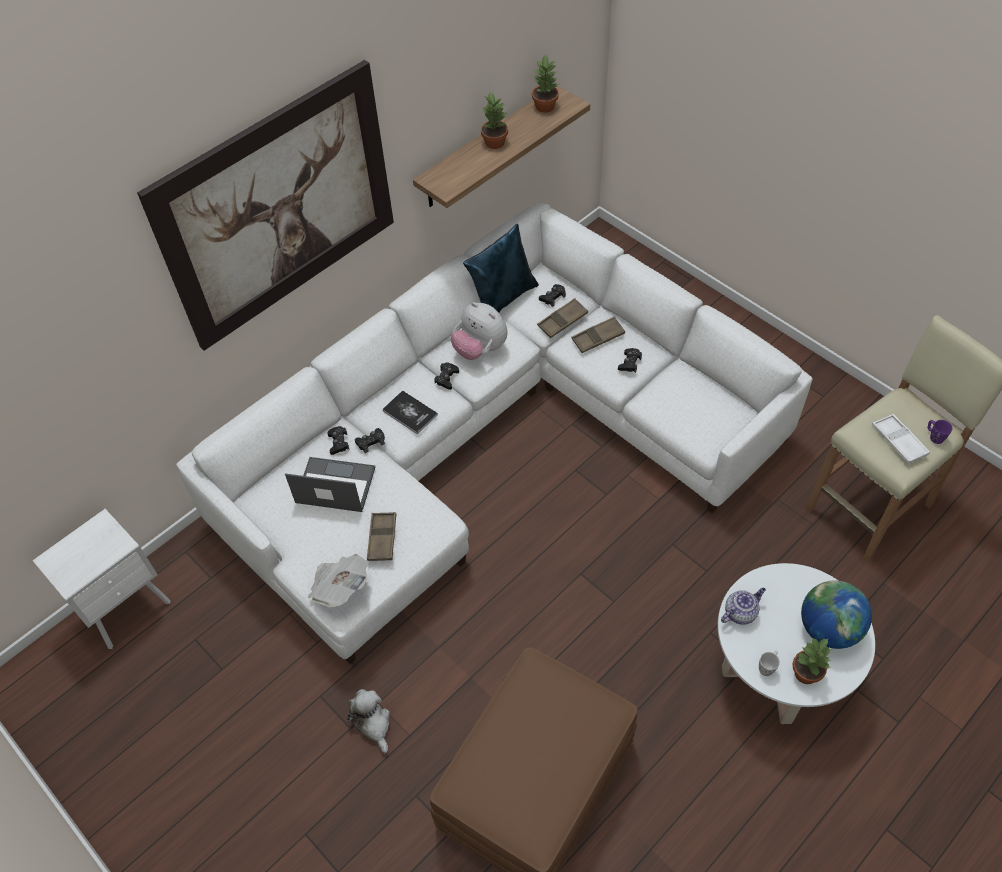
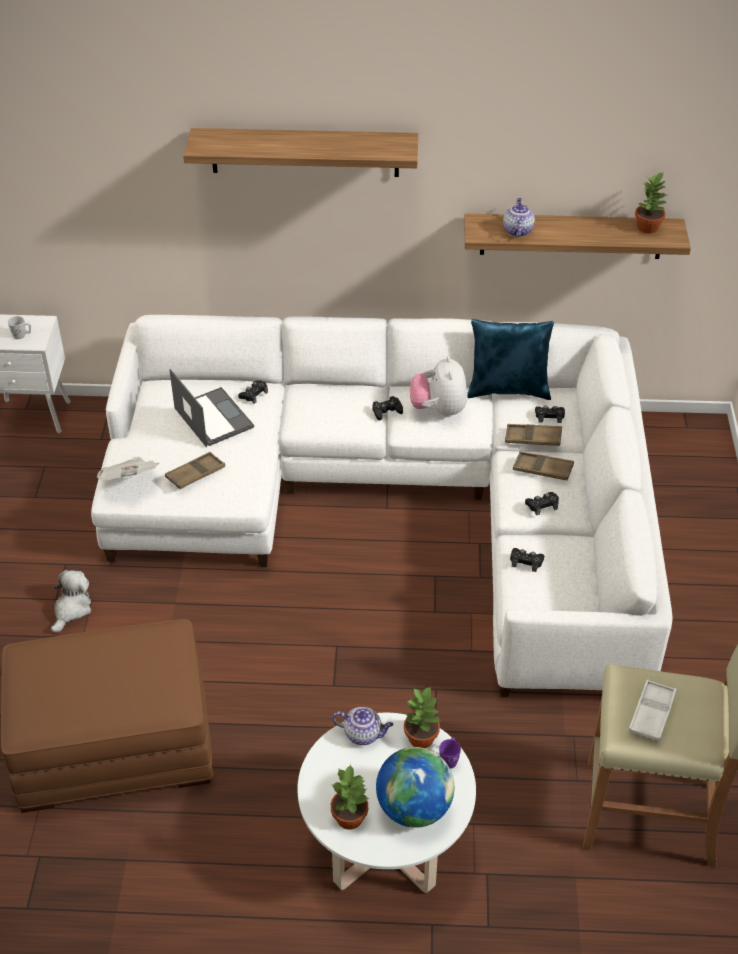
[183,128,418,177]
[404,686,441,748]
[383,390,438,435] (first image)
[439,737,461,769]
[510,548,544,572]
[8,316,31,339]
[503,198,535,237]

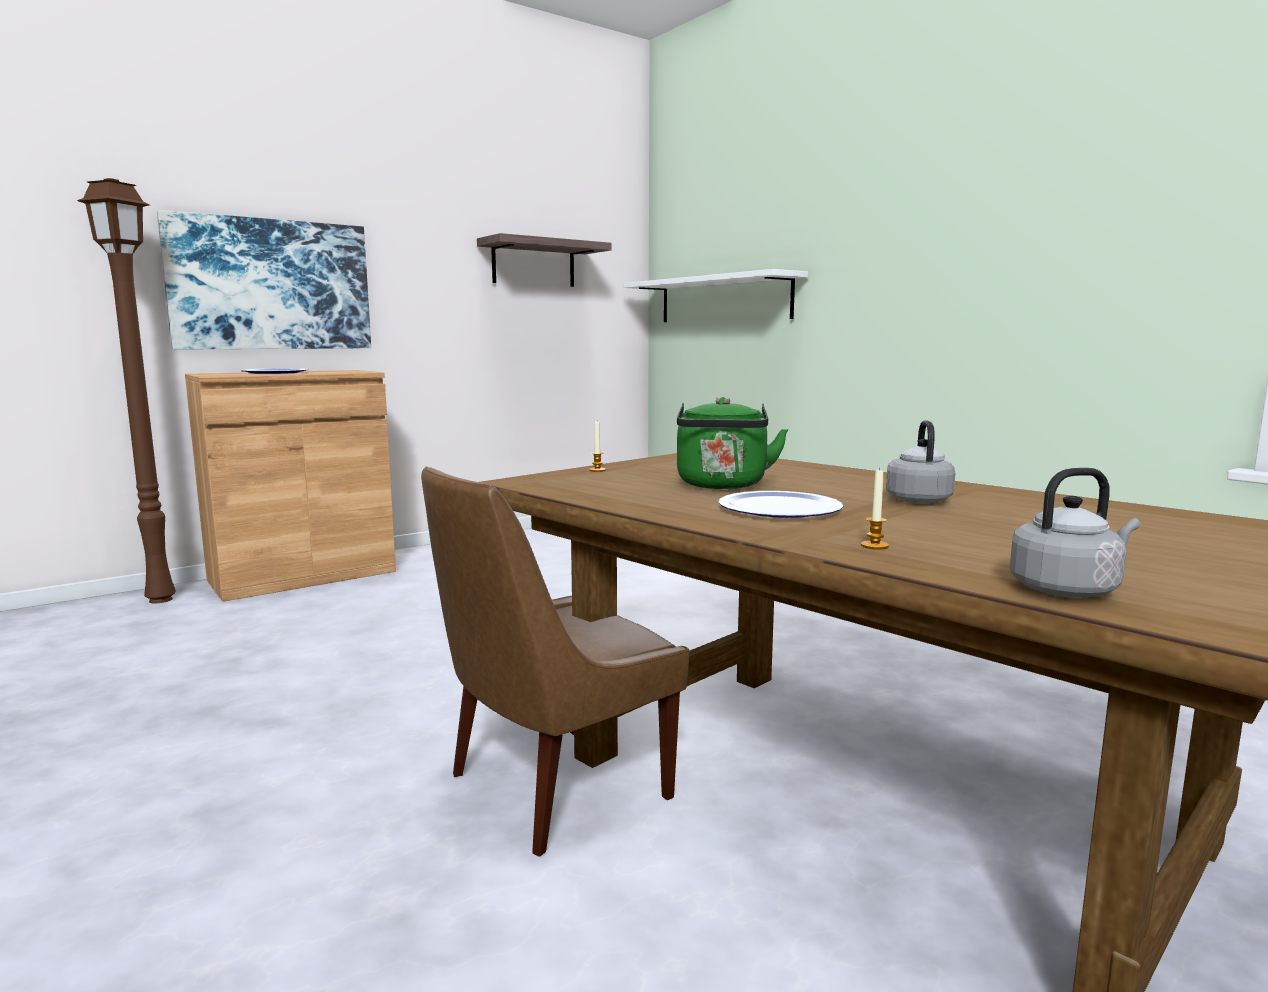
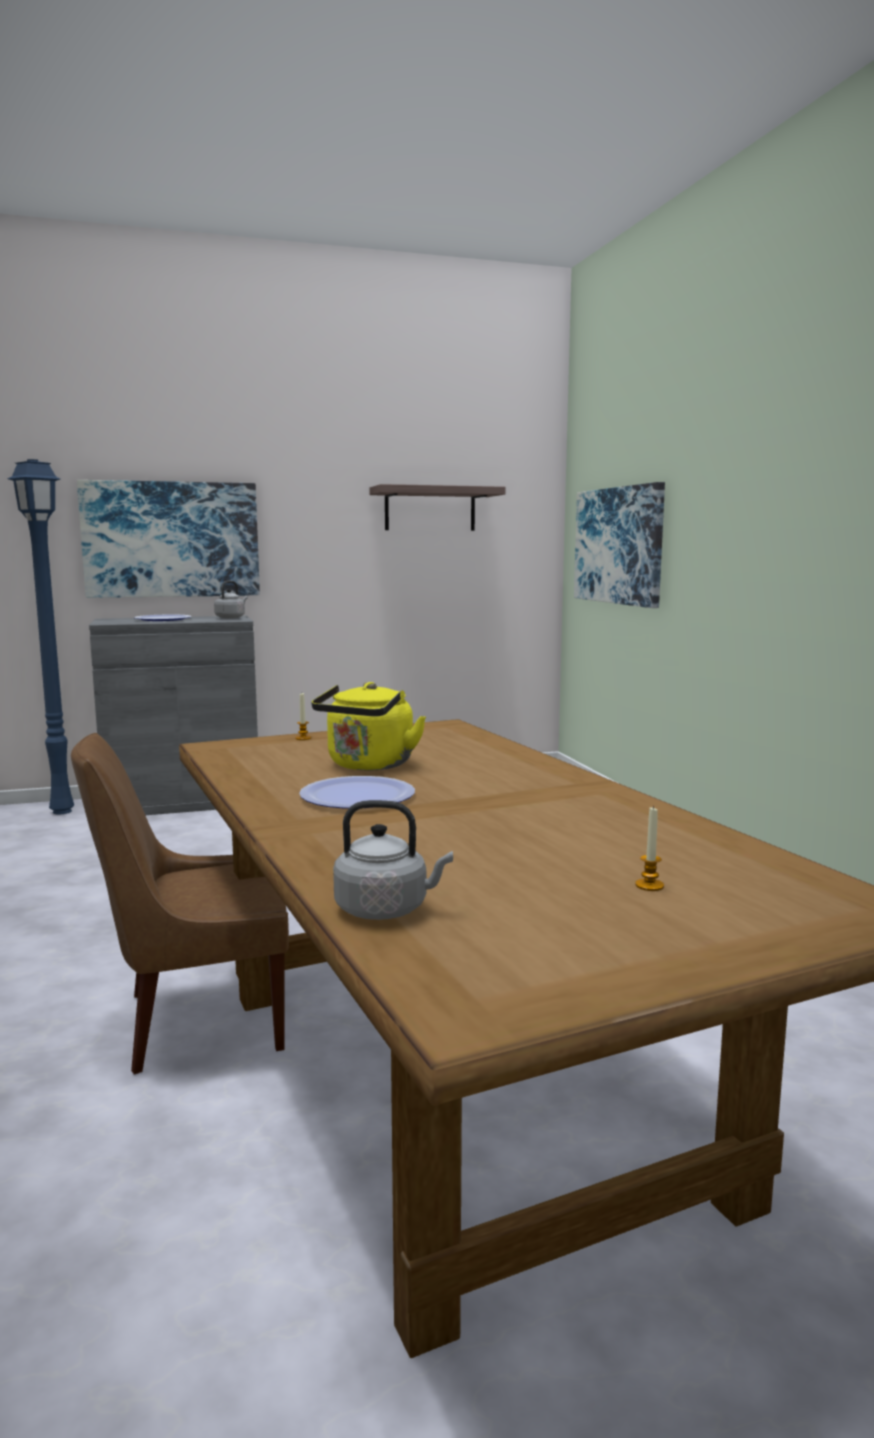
[8,459,74,815]
[574,482,665,608]
[89,615,258,815]
[312,682,426,771]
[214,581,248,619]
[635,806,664,891]

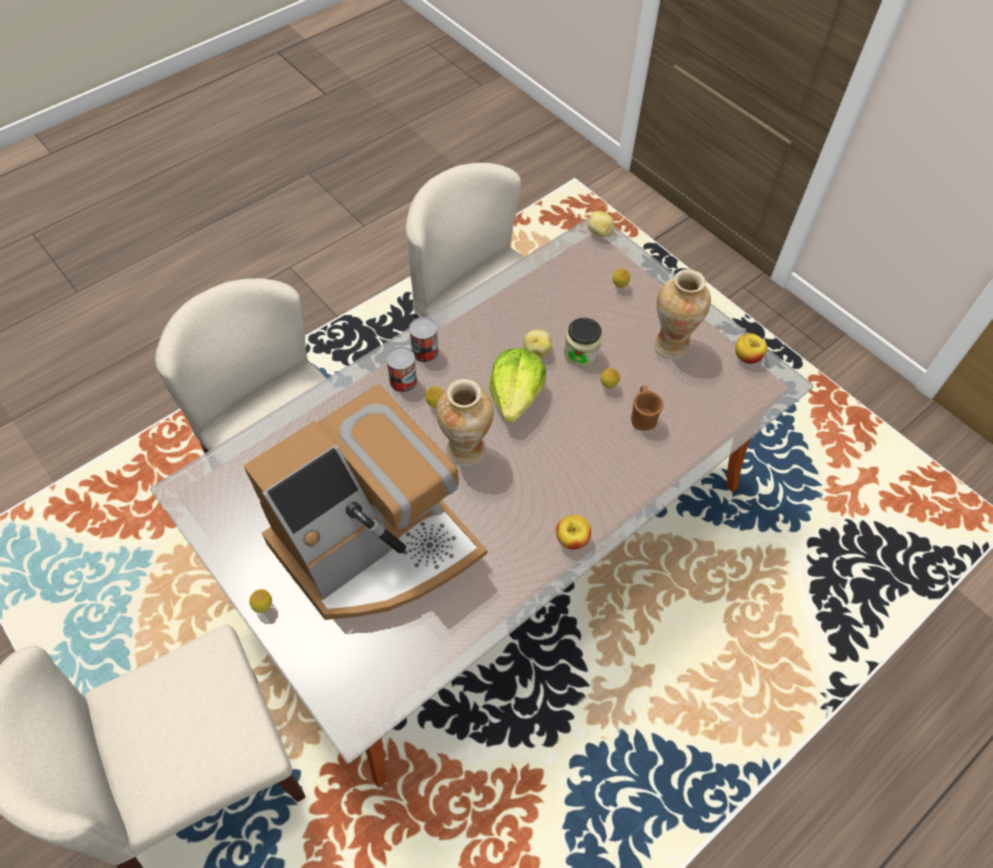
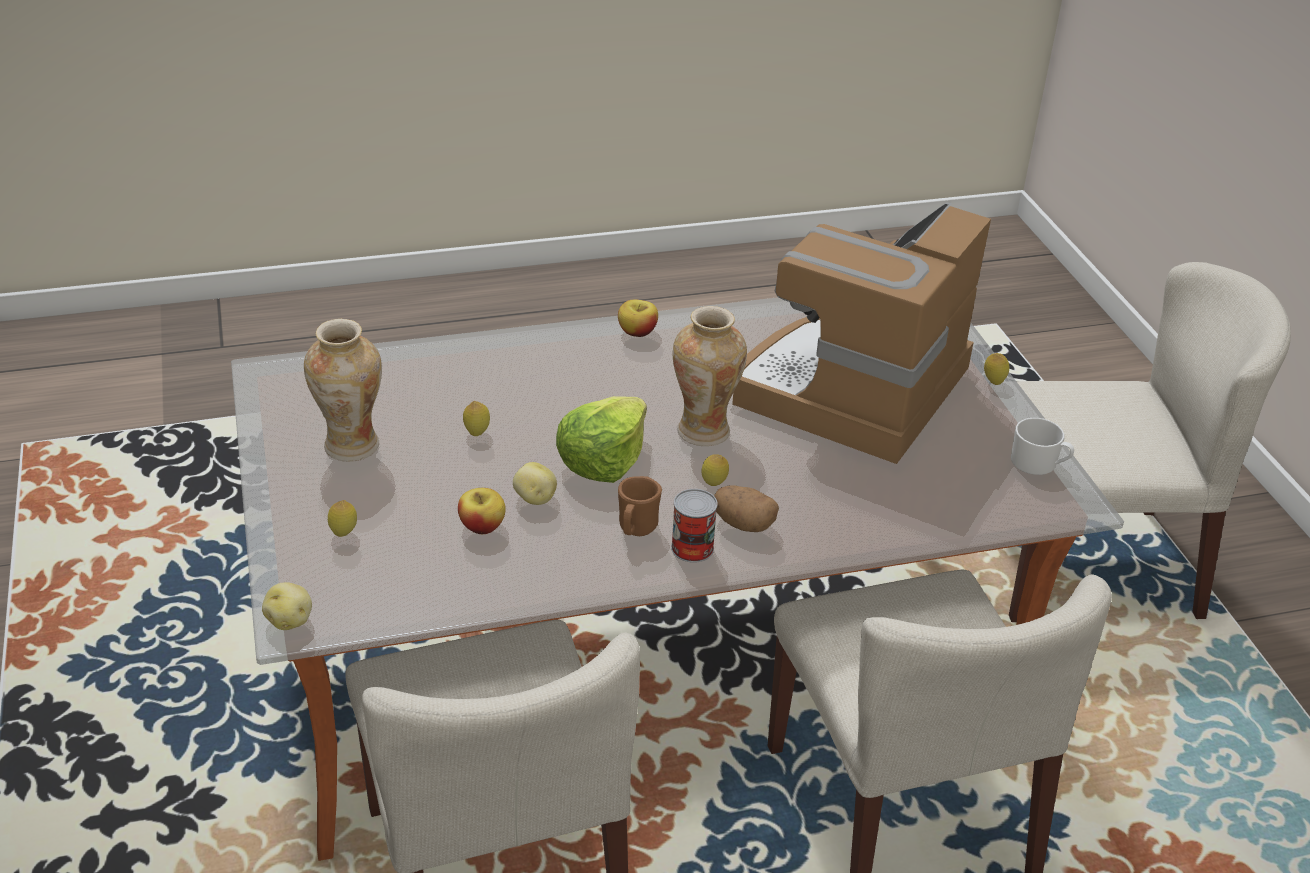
[564,318,602,367] (first image)
[458,488,506,534]
[714,485,779,532]
[732,202,991,464]
[618,476,662,536]
[1011,418,1074,475]

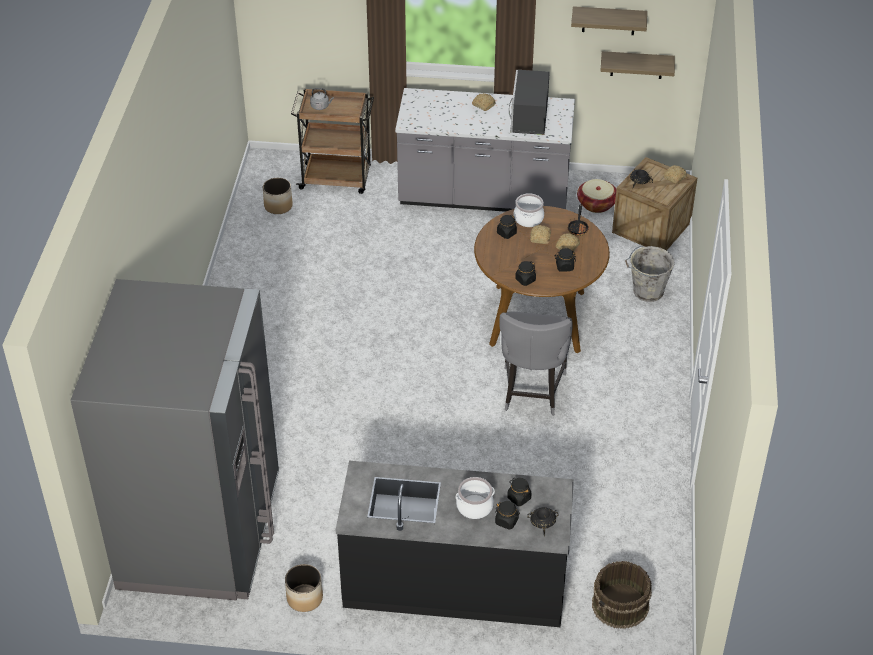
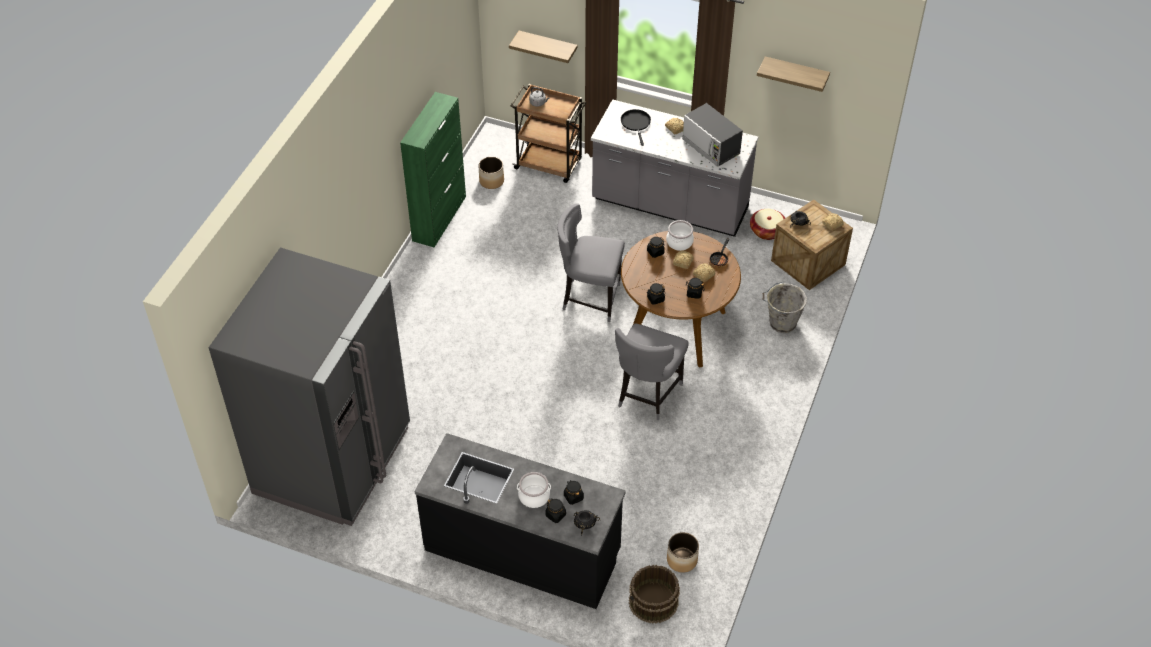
[509,31,578,63]
[682,103,743,167]
[667,532,699,573]
[400,92,466,247]
[621,109,651,146]
[557,203,625,322]

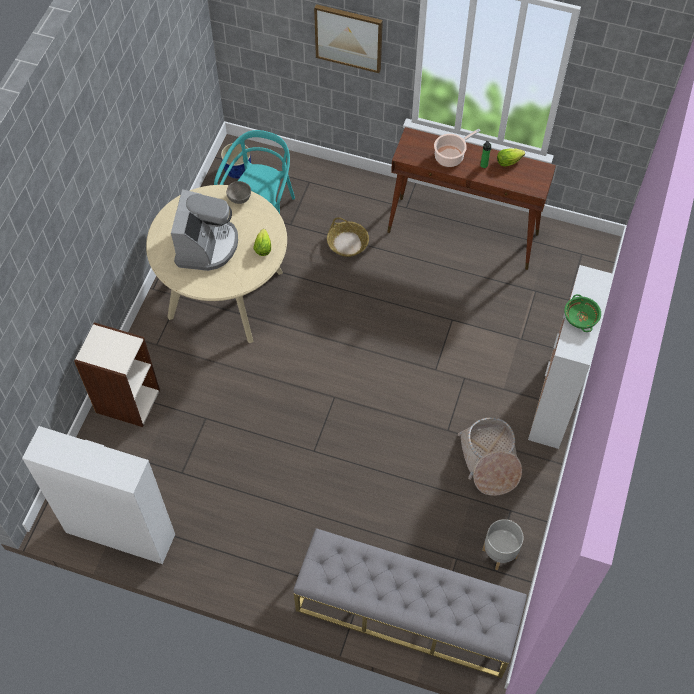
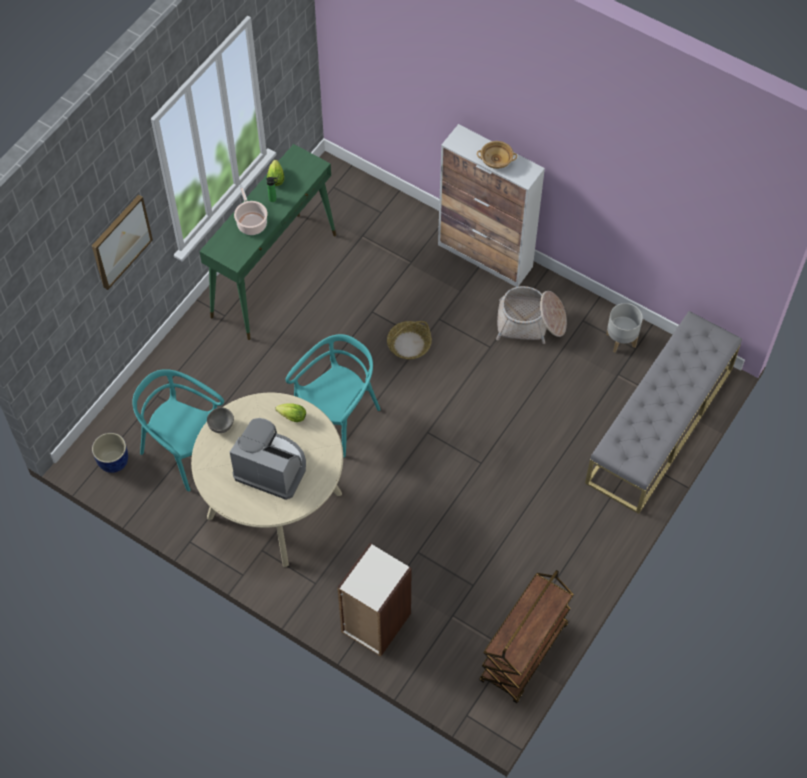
[199,144,336,340]
[387,321,432,359]
[477,141,517,169]
[479,570,574,703]
[286,334,381,458]

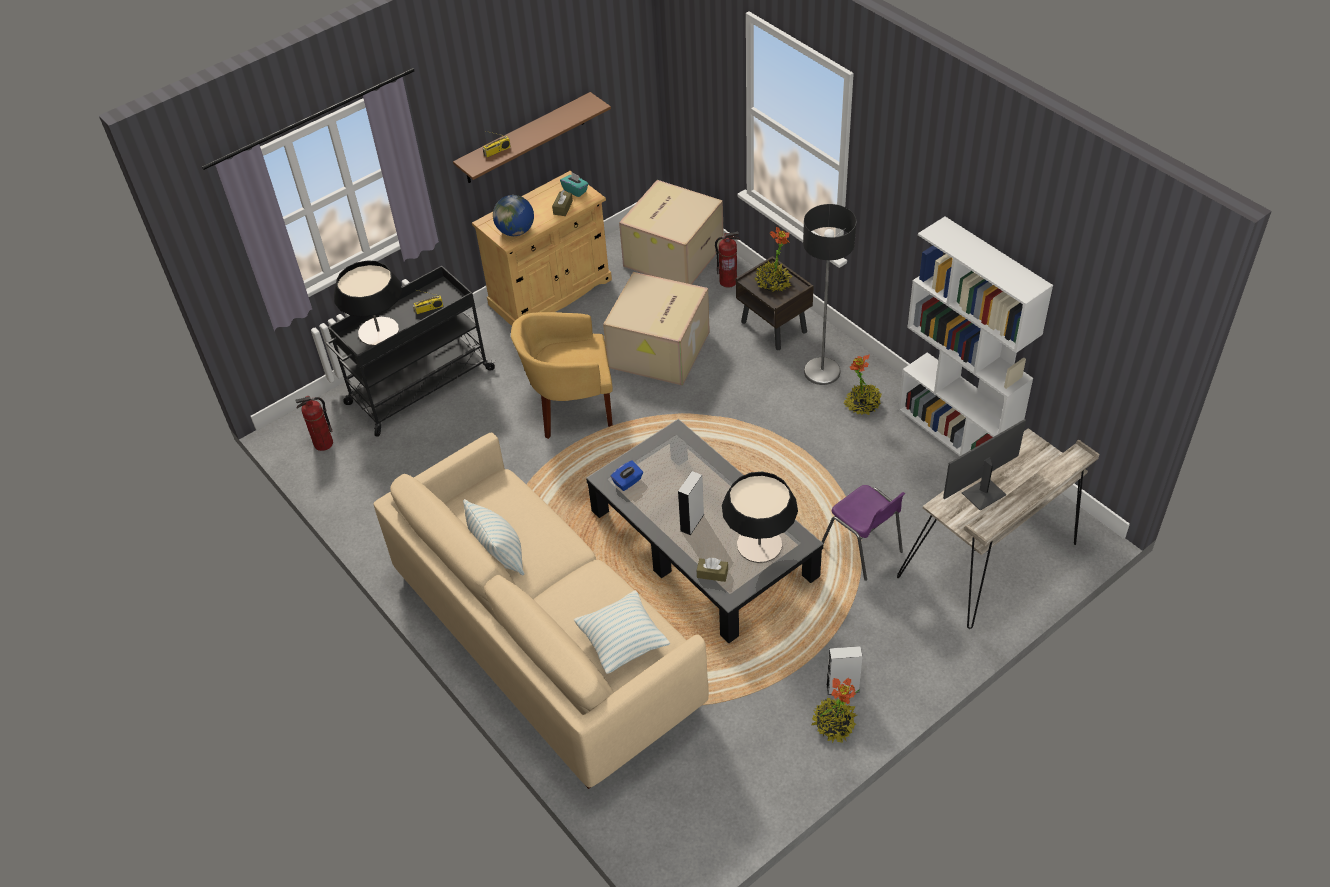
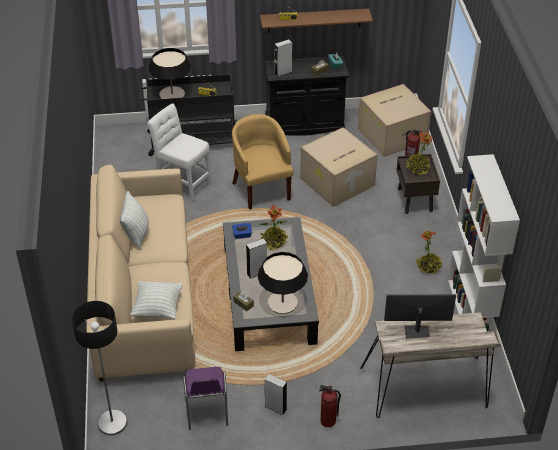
[264,53,349,136]
[274,39,292,77]
[72,301,127,435]
[232,114,293,210]
[319,385,341,427]
[183,367,228,430]
[260,204,288,250]
[147,103,213,201]

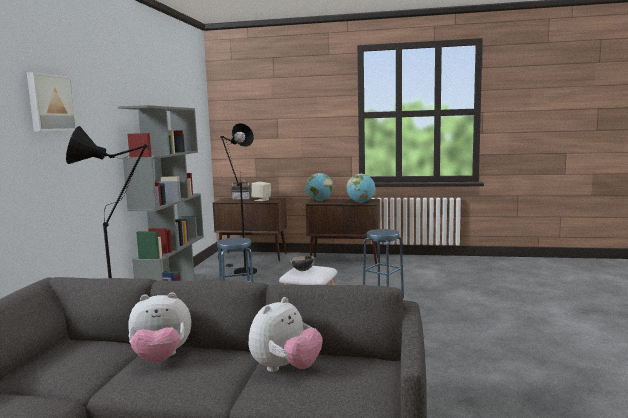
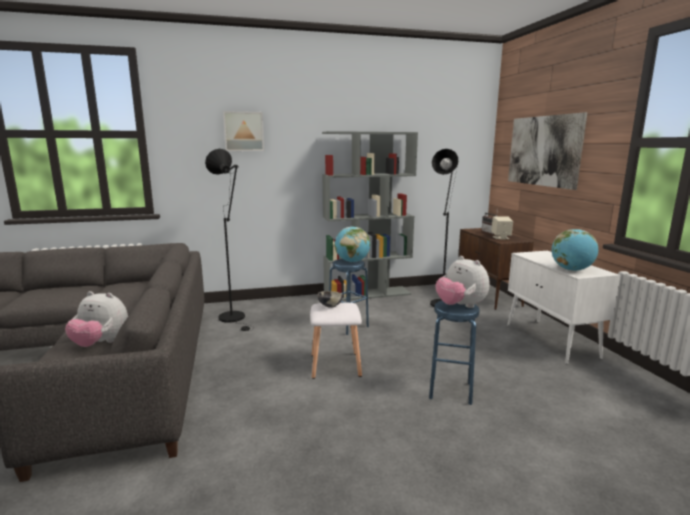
[335,227,371,262]
[507,251,621,364]
[436,256,489,308]
[508,112,587,190]

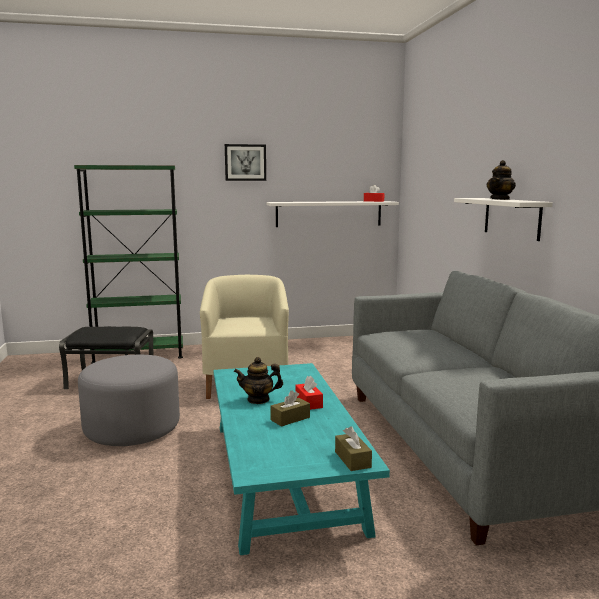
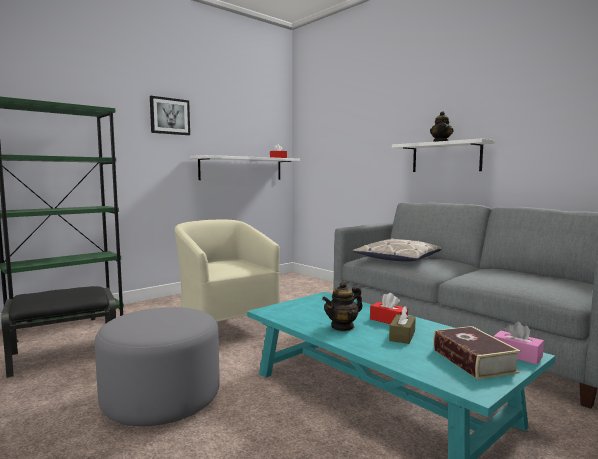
[493,322,544,364]
[353,238,441,262]
[433,326,521,379]

